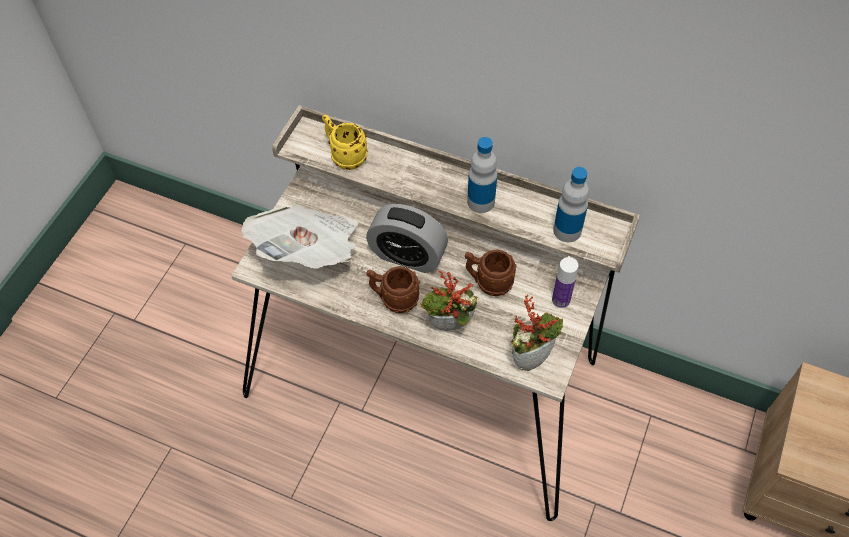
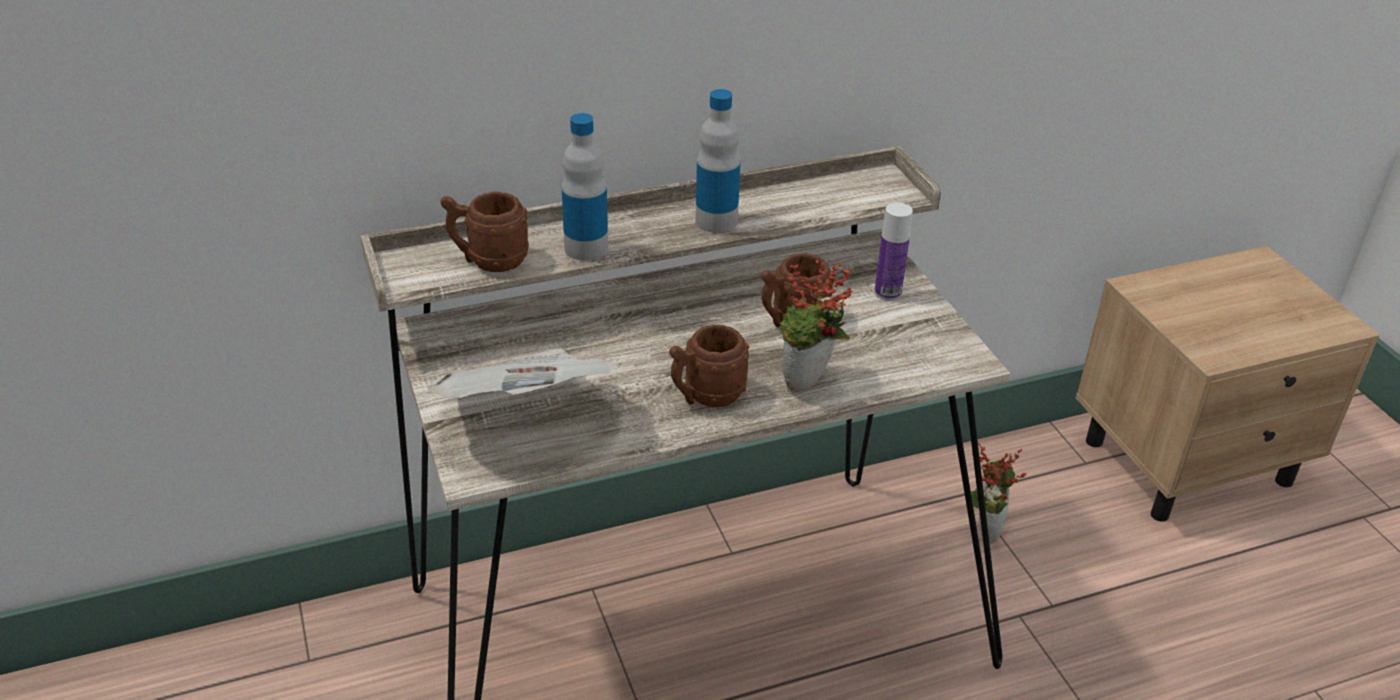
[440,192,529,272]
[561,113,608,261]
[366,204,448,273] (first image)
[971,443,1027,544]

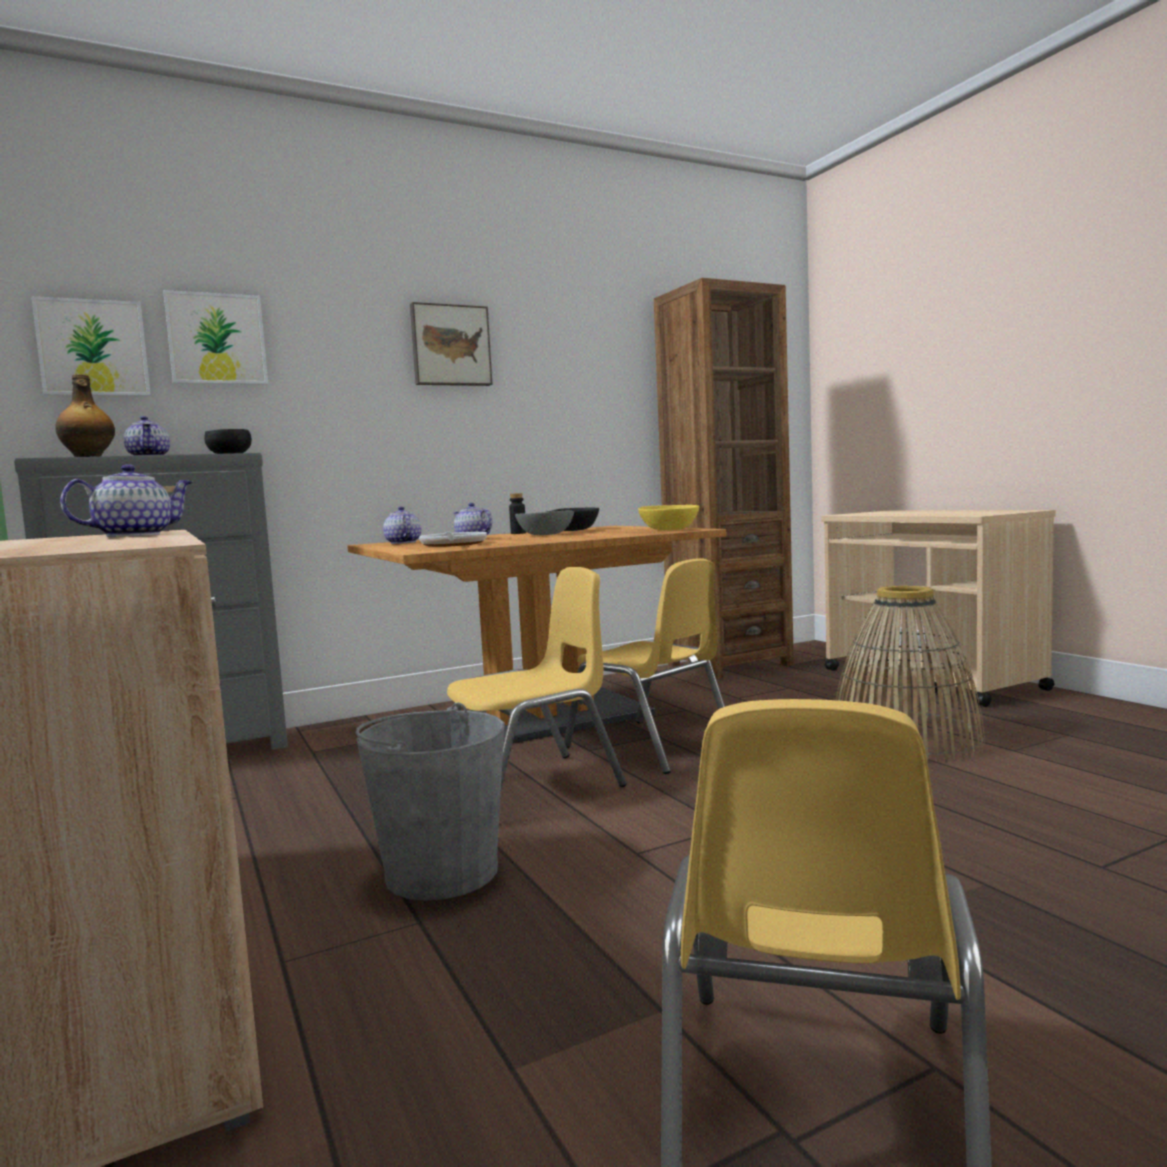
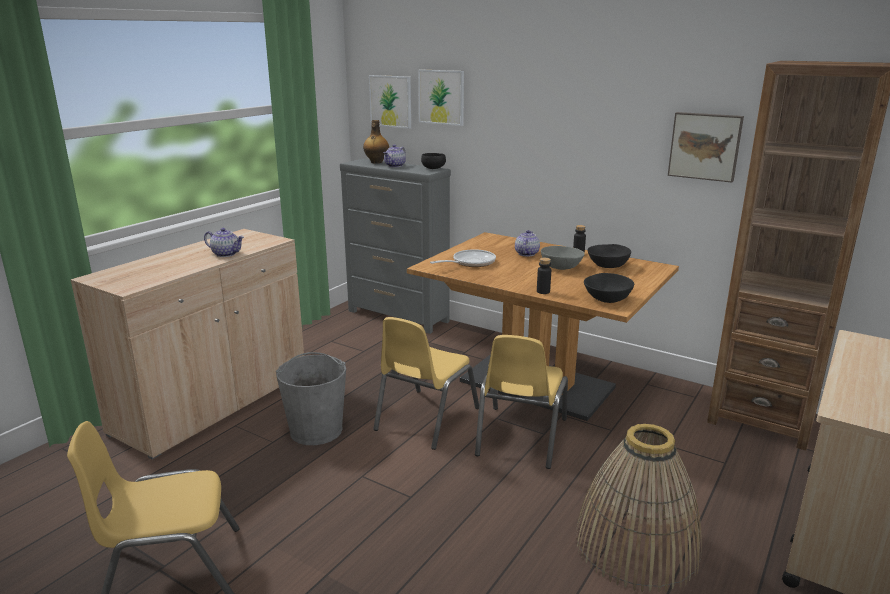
[668,112,744,183]
[584,273,634,303]
[383,507,421,544] (first image)
[373,317,479,450]
[537,258,551,294]

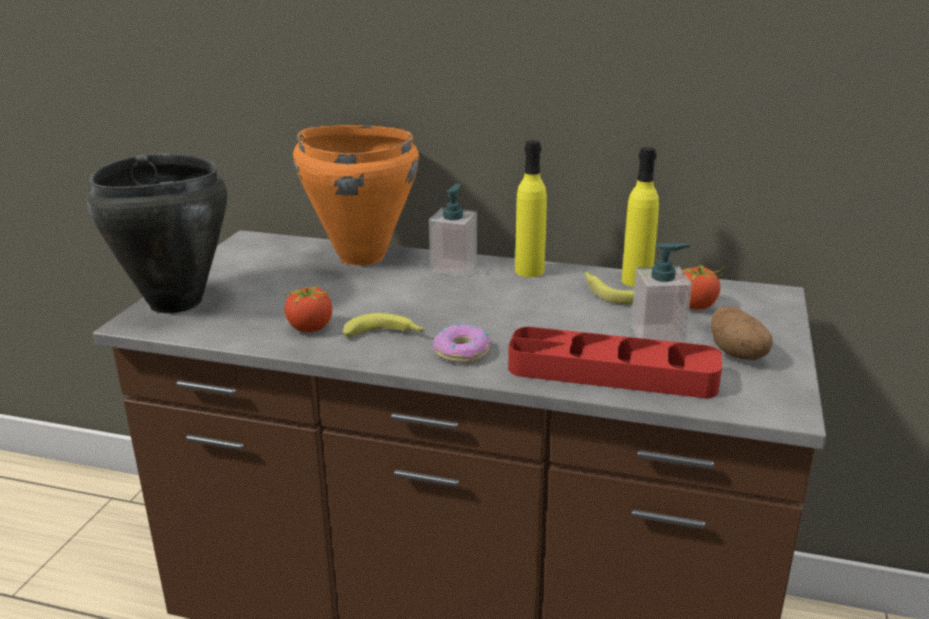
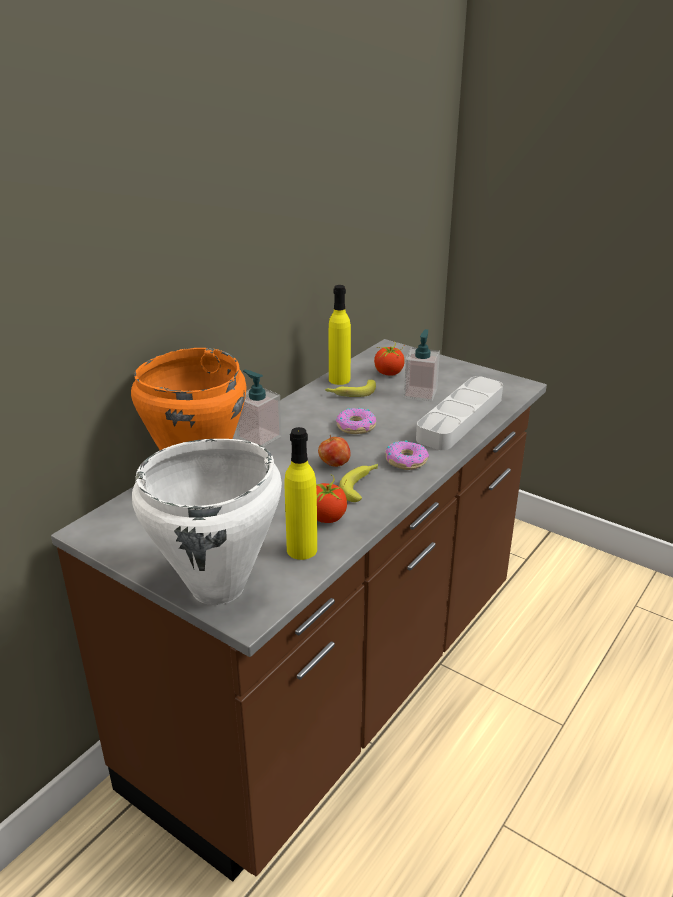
[284,427,317,560]
[132,439,282,605]
[711,307,773,360] (first image)
[416,376,503,450]
[336,408,376,434]
[318,435,351,467]

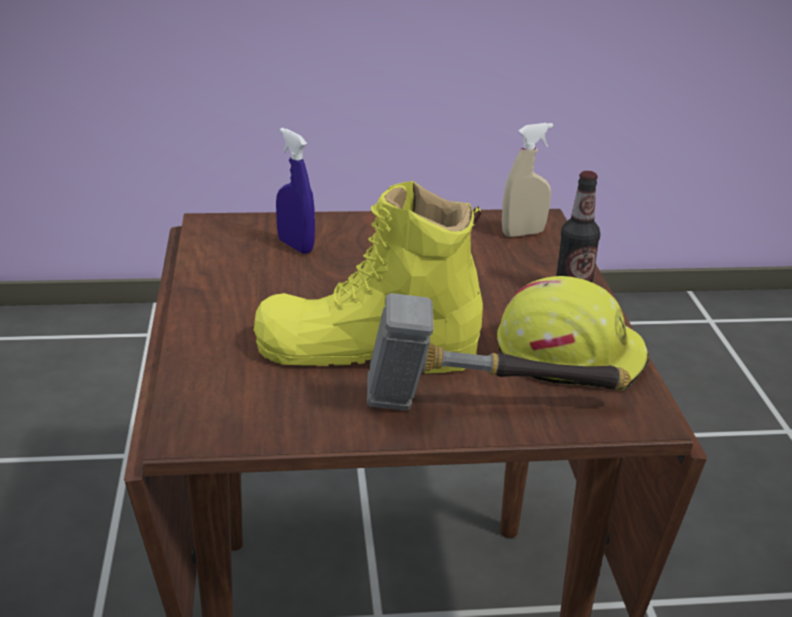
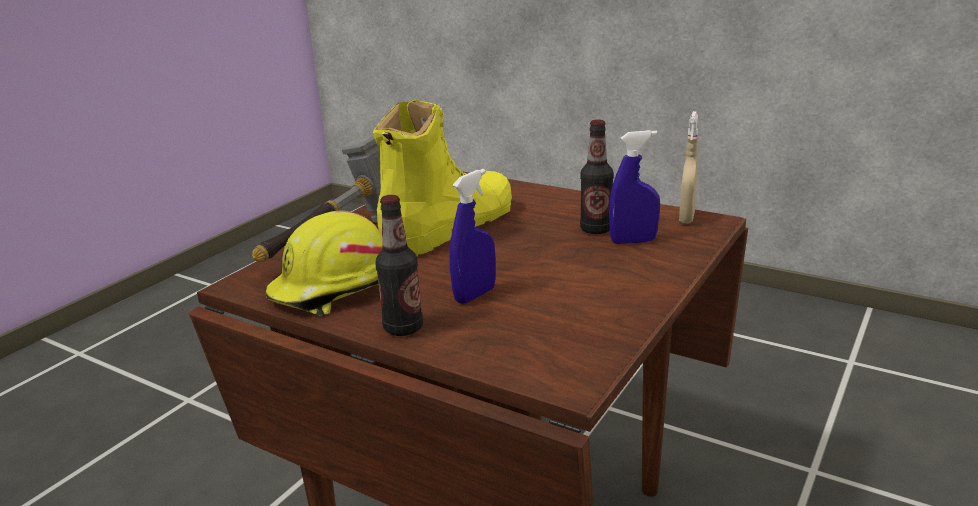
[679,111,698,223]
[580,119,614,234]
[450,169,496,304]

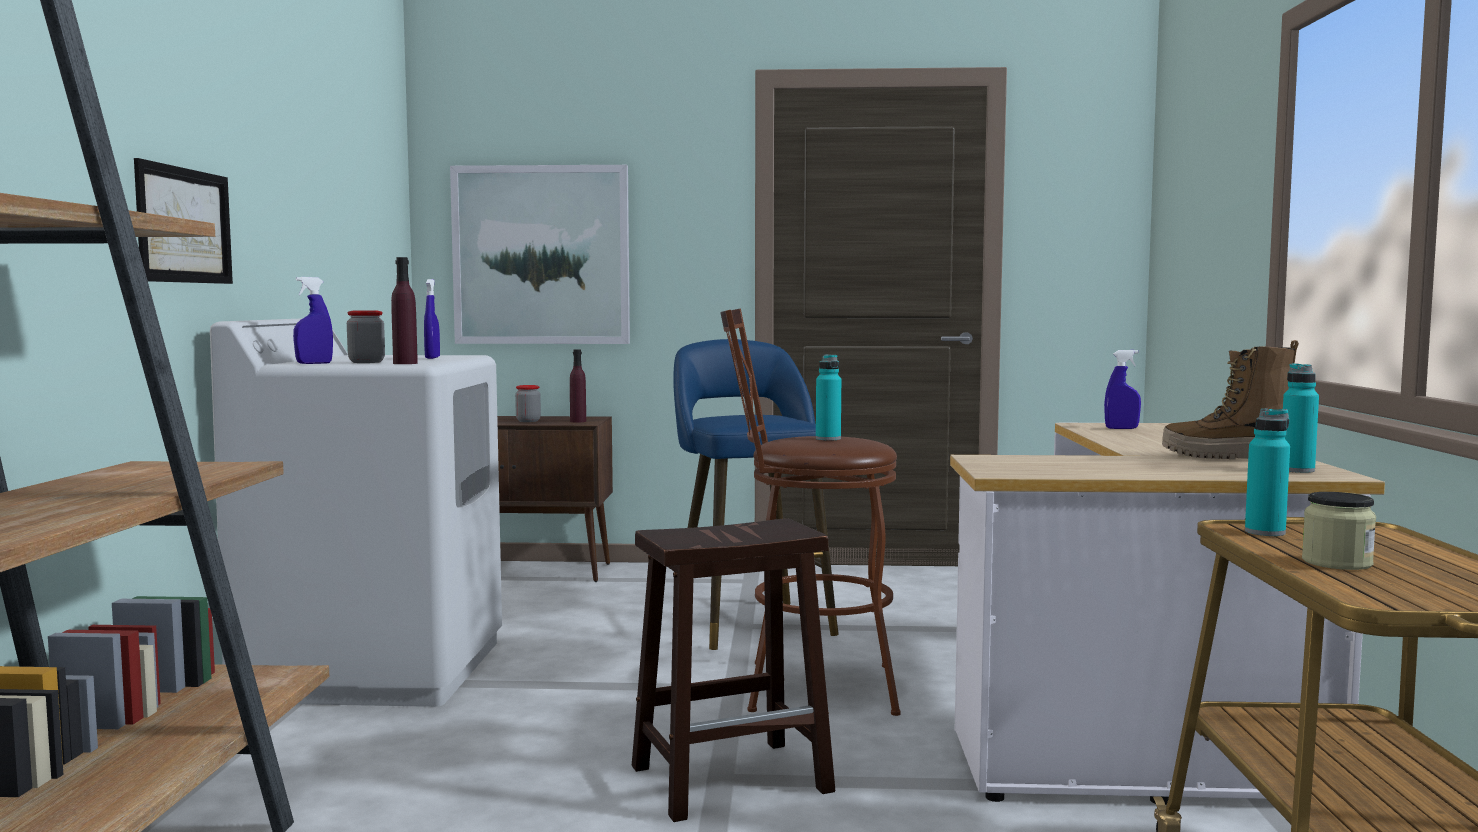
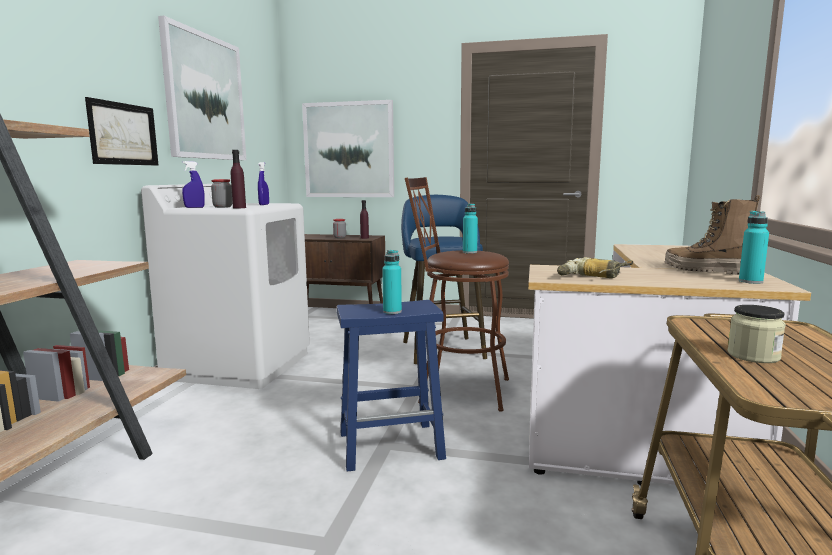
[1104,350,1141,429] (first image)
[382,250,402,314]
[337,300,446,472]
[158,16,246,160]
[557,257,633,278]

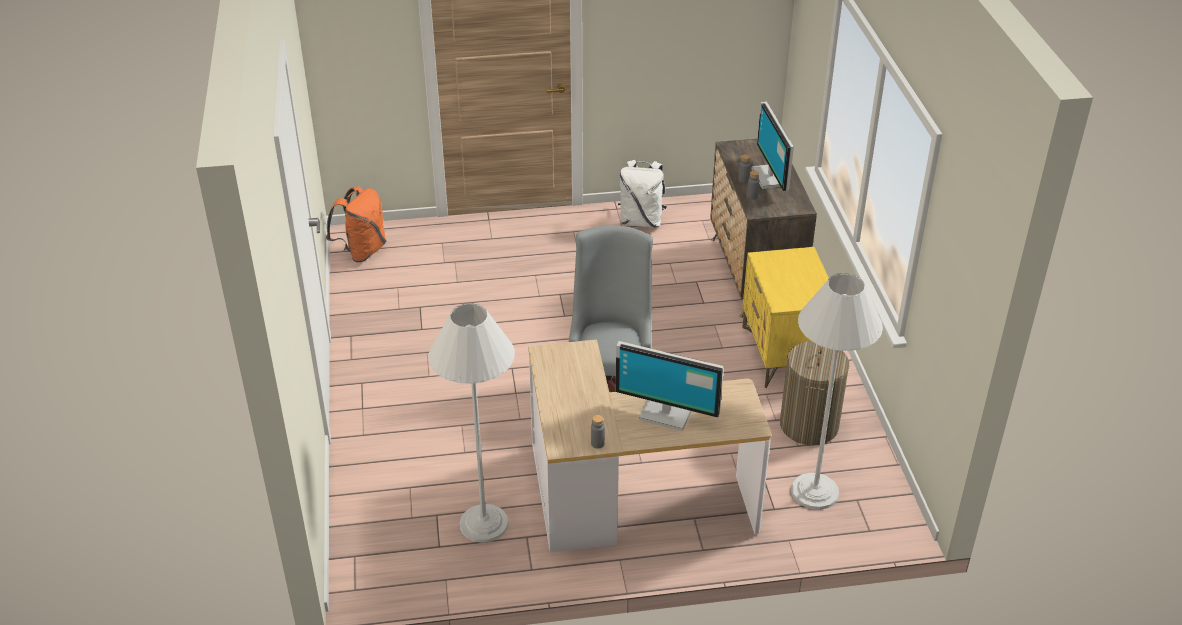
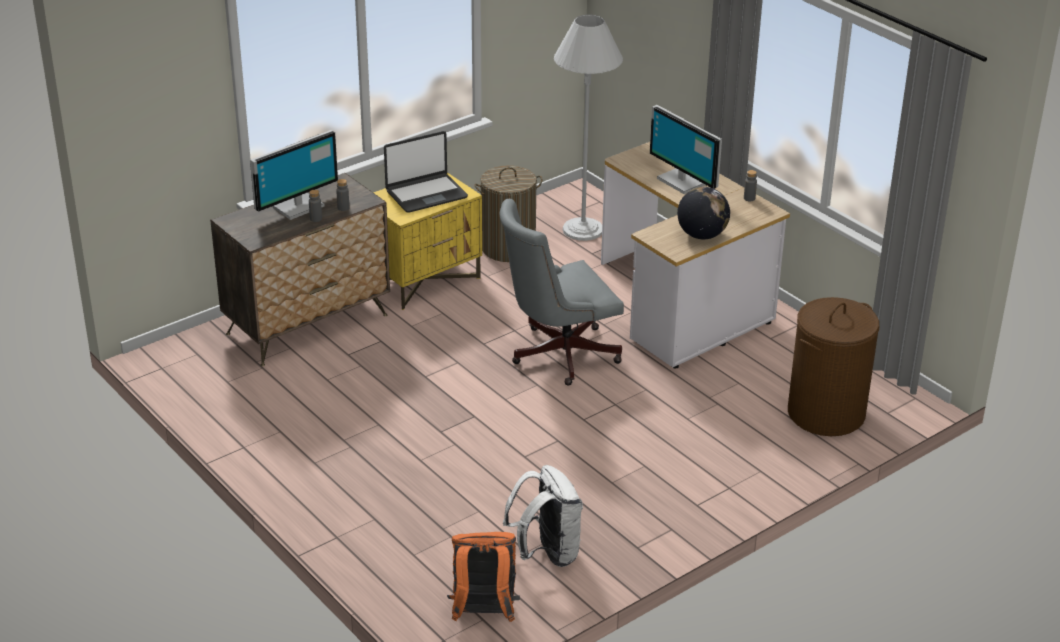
[503,465,583,567]
[428,303,515,543] (first image)
[650,105,722,194]
[384,131,468,213]
[677,187,730,239]
[788,297,879,436]

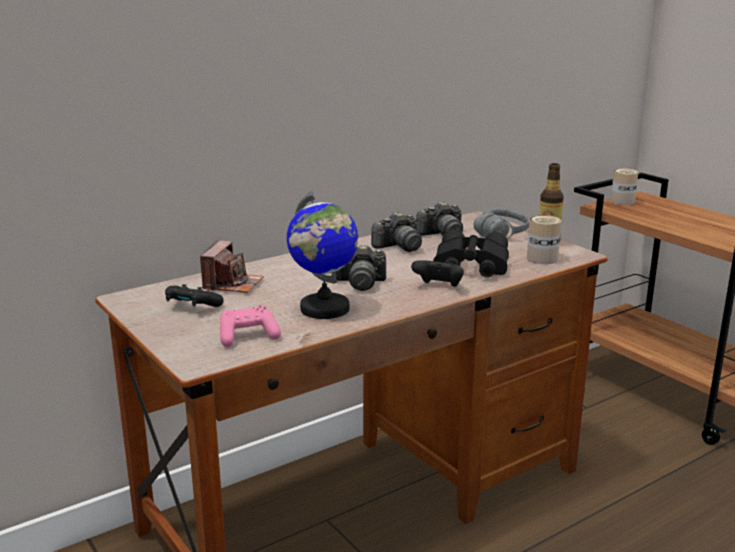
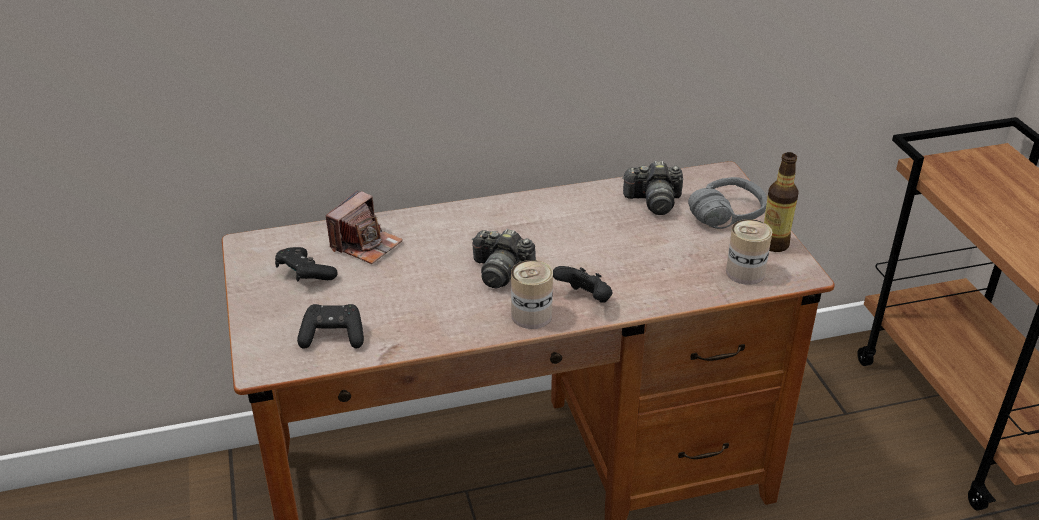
[511,260,553,329]
[287,191,358,319] (first image)
[371,212,422,252] (first image)
[433,230,509,278] (first image)
[297,304,364,349]

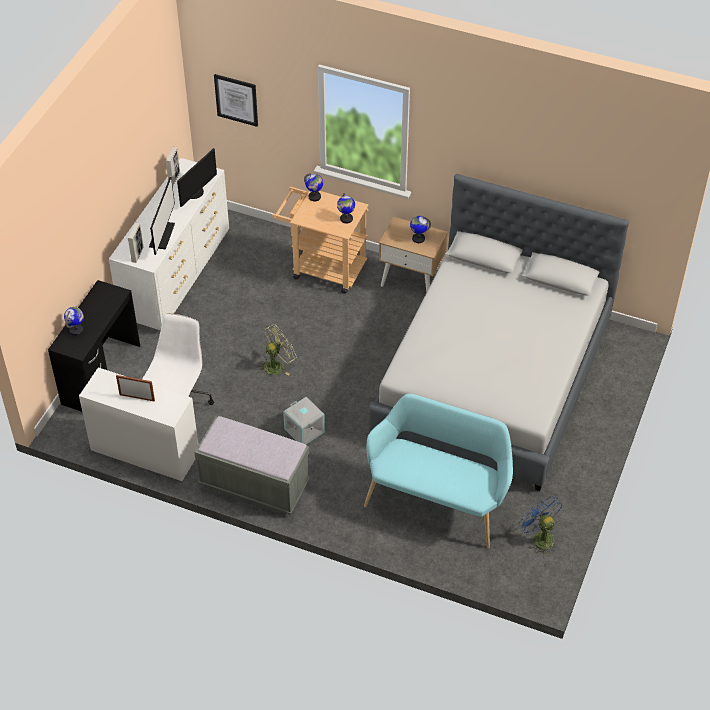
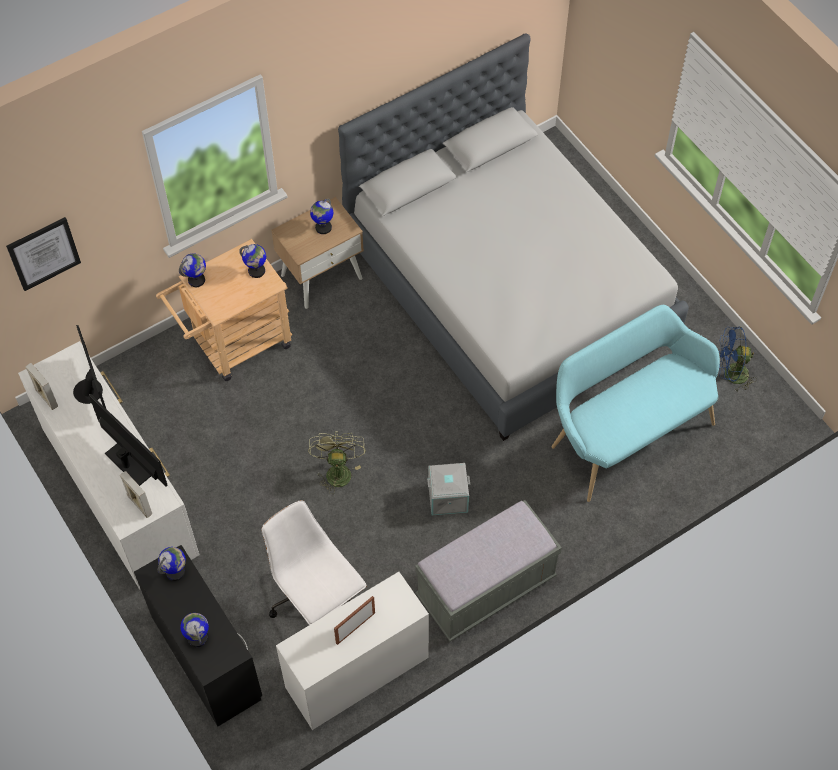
[158,547,186,581]

